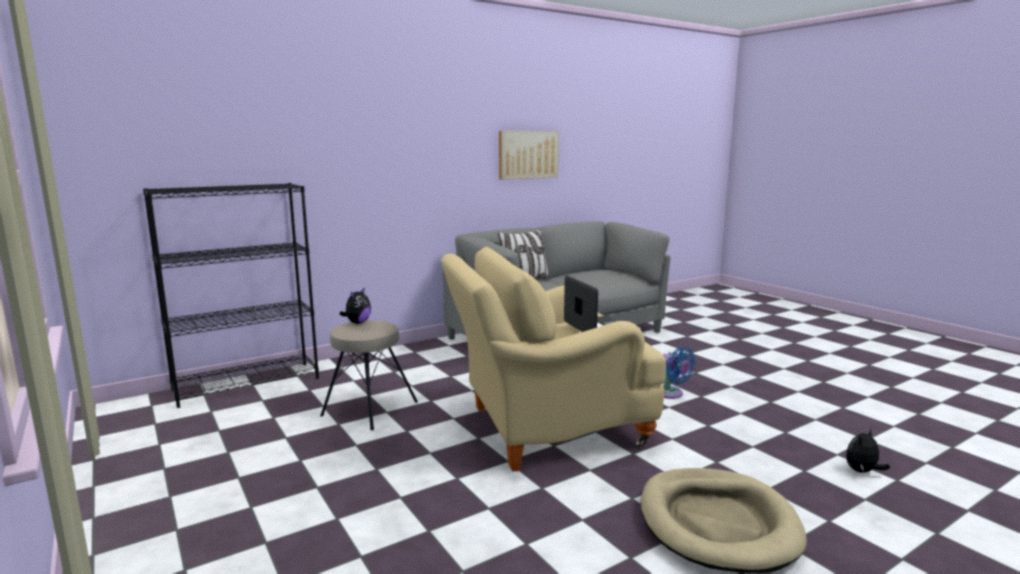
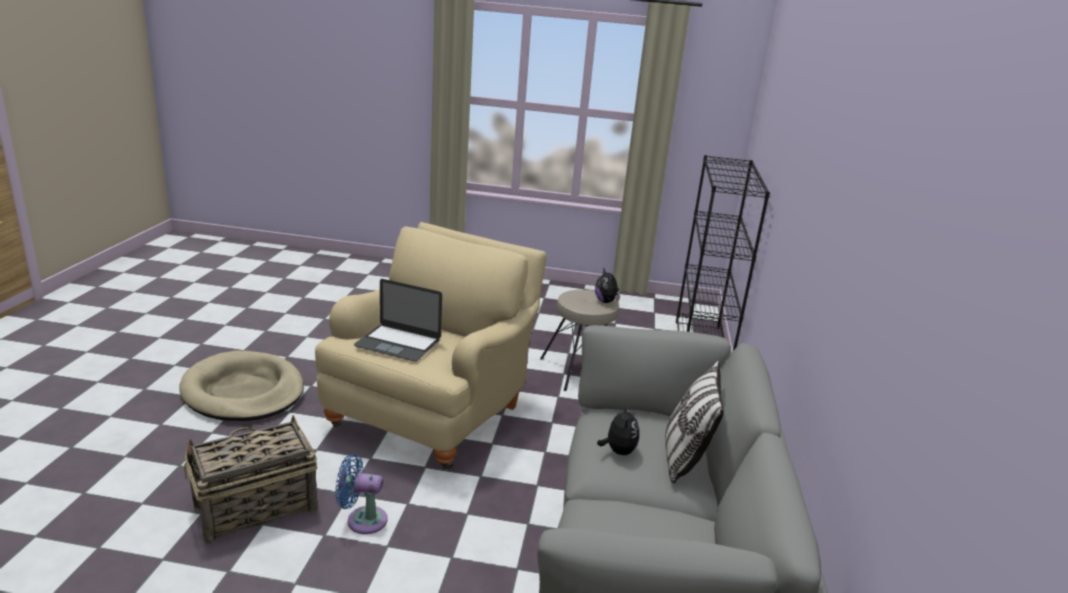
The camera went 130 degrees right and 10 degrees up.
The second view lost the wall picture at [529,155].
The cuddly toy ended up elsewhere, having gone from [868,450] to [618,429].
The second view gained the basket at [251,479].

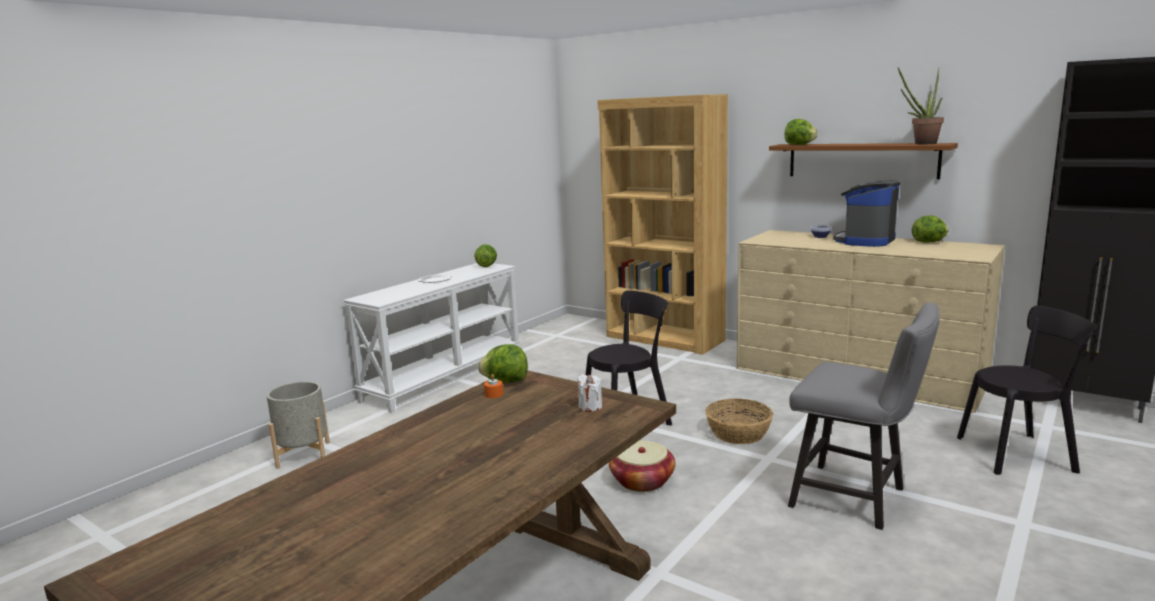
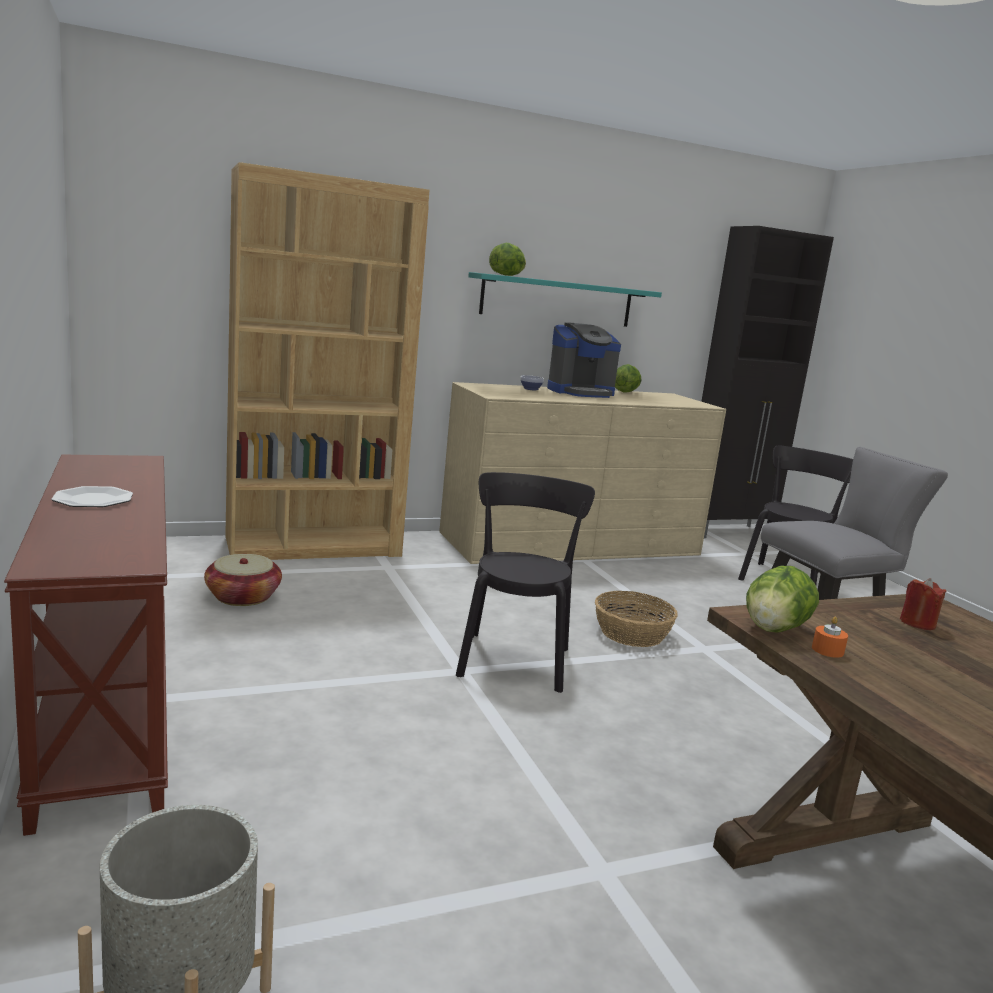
The camera went 60 degrees left and 0 degrees up.
What was the narrow table in white at [431,338] turned into the narrow table in brownish at [86,645].
The second view lost the lettuce at [485,255].
What was the wax candle in white at [589,393] turned into the wax candle in red-coloured at [923,604].
The basket ended up elsewhere, having gone from [642,466] to [243,580].
What was the bracket shelf in brownish at [863,161] turned into the bracket shelf in turquoise at [565,299].
The coffee machine at [867,214] ended up facing another way, 90 degrees counterclockwise from before.
The second view lost the potted plant at [921,105].

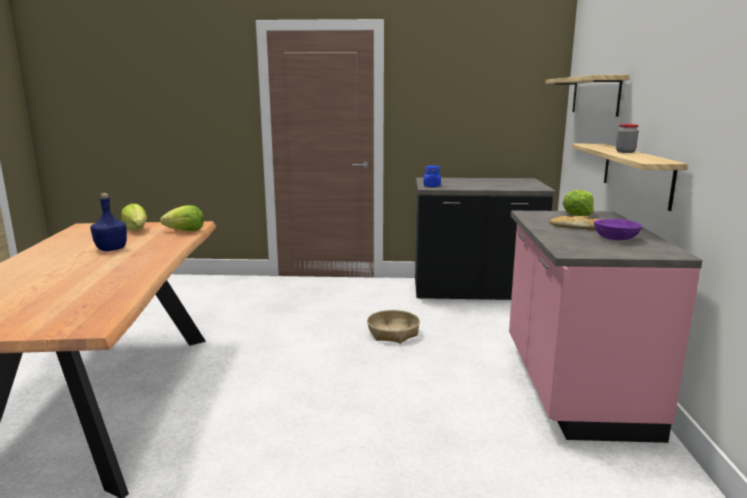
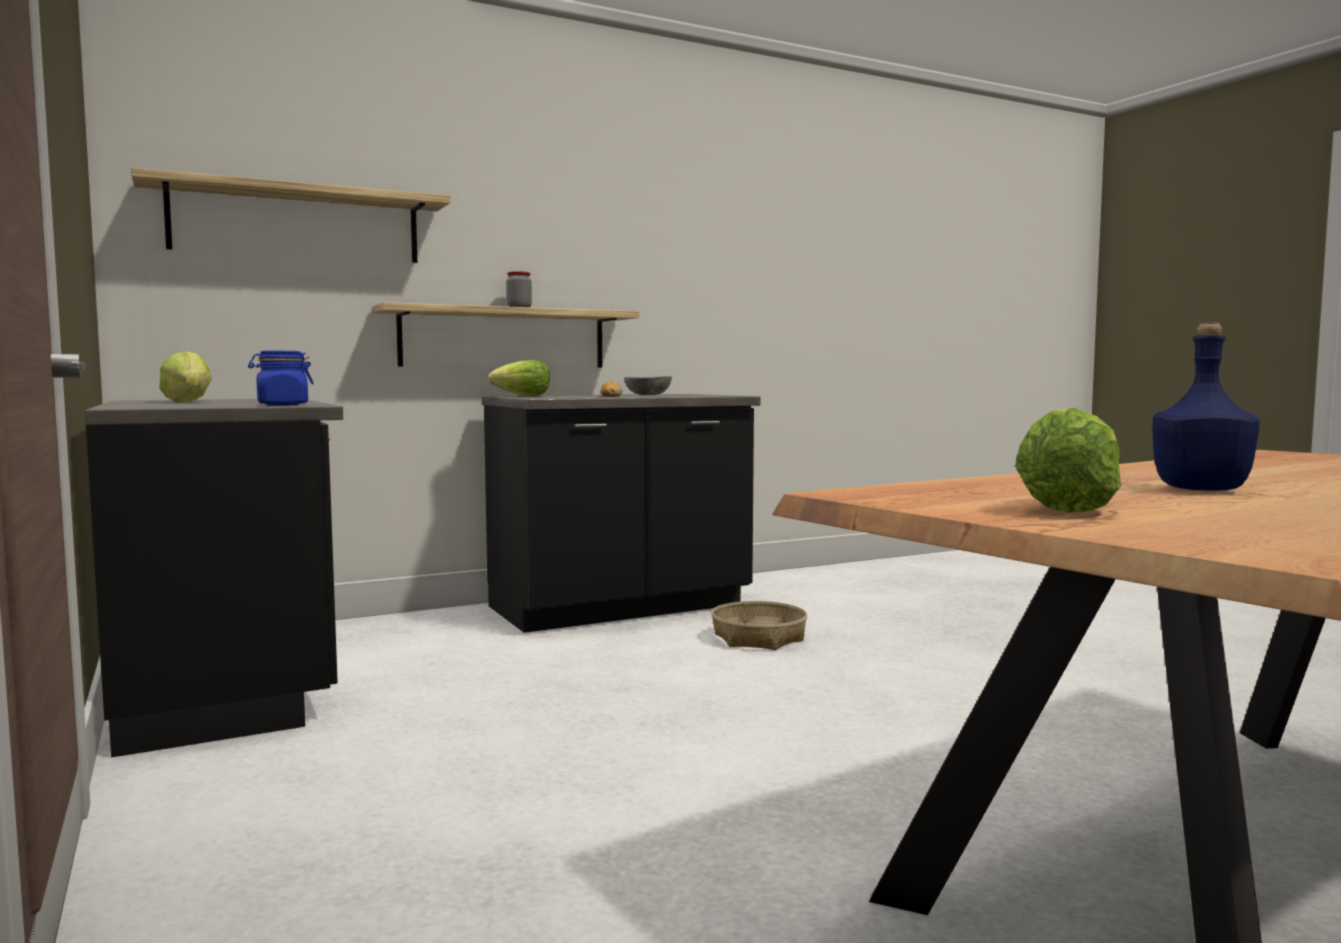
The camera went 120 degrees left and 10 degrees down.
The lettuce ended up elsewhere, having gone from [182,218] to [185,376].
The basket ended up elsewhere, having gone from [393,327] to [759,625].
What was the kitchen base unit in pink-coloured at [606,327] turned into the kitchen base unit in blackish at [621,513].
What was the serving bowl in purplish at [618,229] turned into the serving bowl in greyish at [648,385].

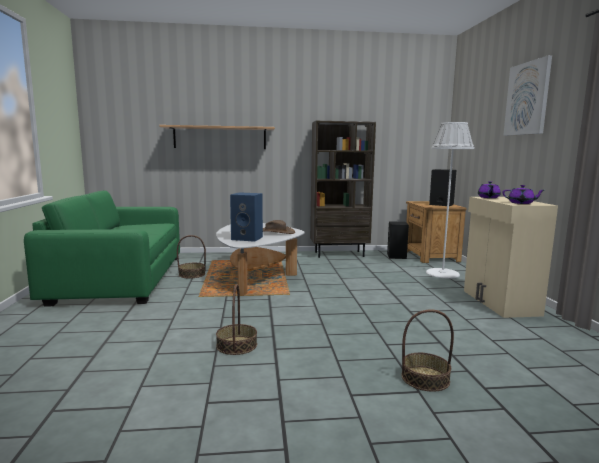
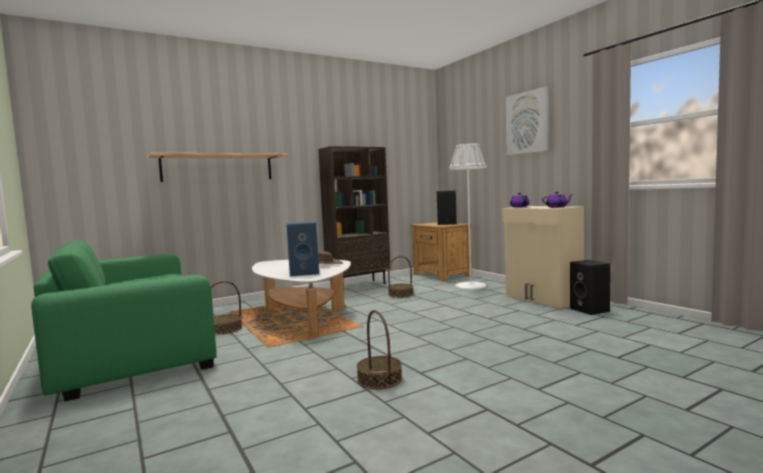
The camera went 25 degrees left and 5 degrees down.
The audio speaker in blackish ended up elsewhere, having gone from [398,240] to [590,287].
The basket ended up elsewhere, having gone from [427,350] to [400,277].

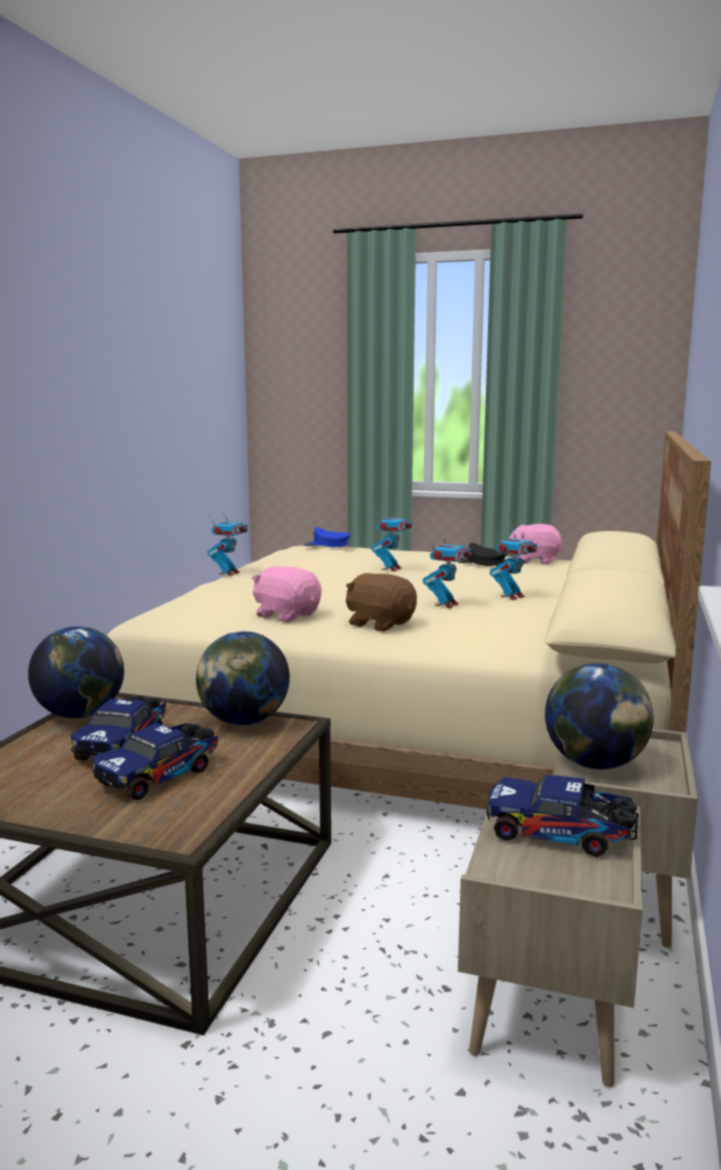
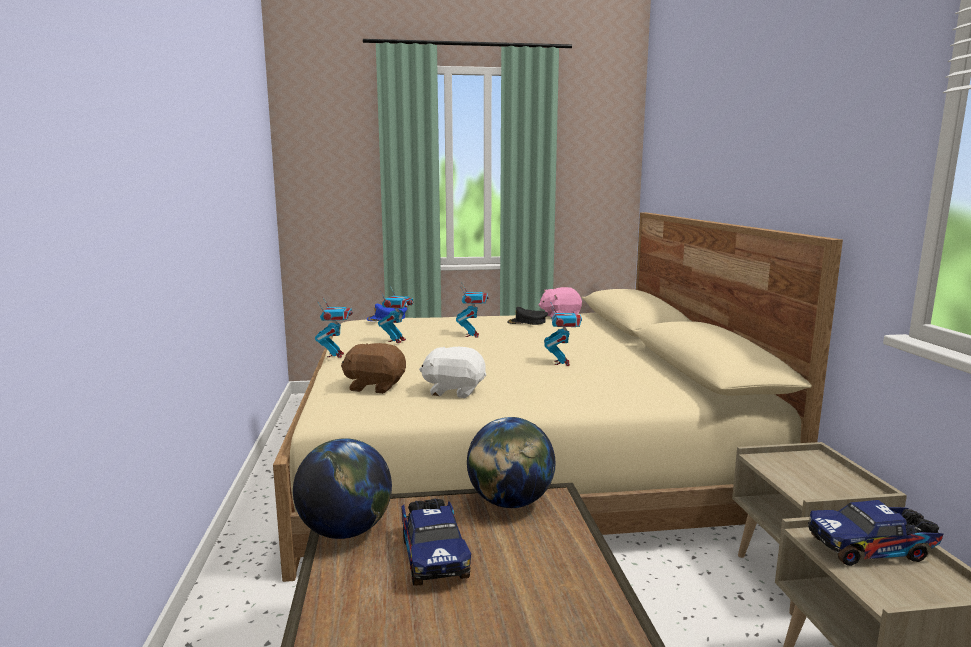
The camera went 25 degrees left and 0 degrees up.
The second view lost the toy truck at [155,761].
What was the cuddly toy in pink-coloured at [286,594] turned into the cuddly toy in white at [452,372].
The cuddly toy in brownish ended up elsewhere, having gone from [381,602] to [373,368].
The robot figure ended up elsewhere, having gone from [513,563] to [396,314].
The second view lost the globe at [599,716].

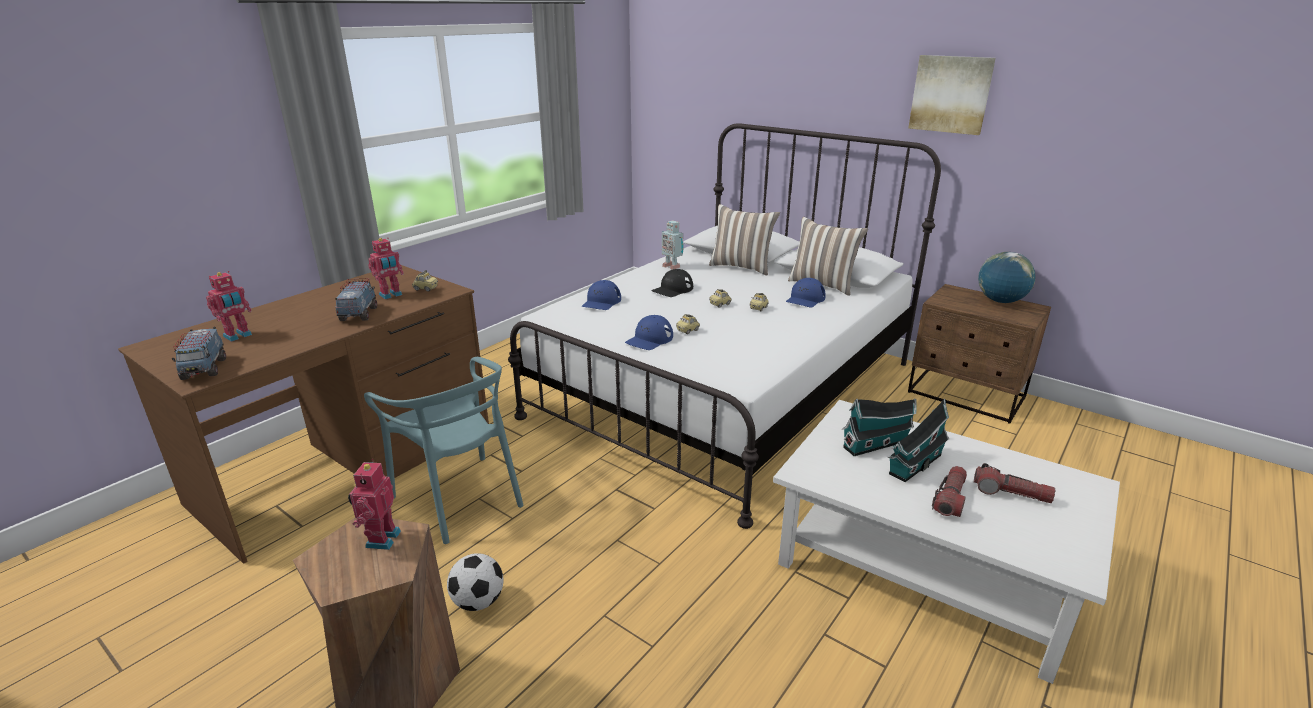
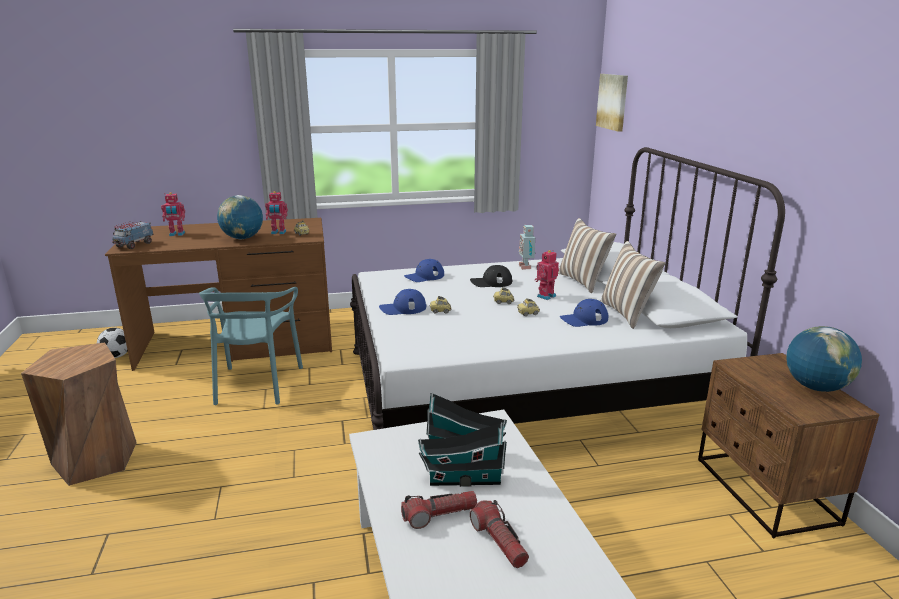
The camera went 40 degrees right and 5 degrees down.
Where the toy truck stood at [356,300], the globe came to stand at [240,217].
The robot figure ended up elsewhere, having gone from [374,504] to [547,275].
The football ended up elsewhere, having gone from [475,582] to [112,343].
The wall picture ended up elsewhere, having gone from [952,95] to [612,103].

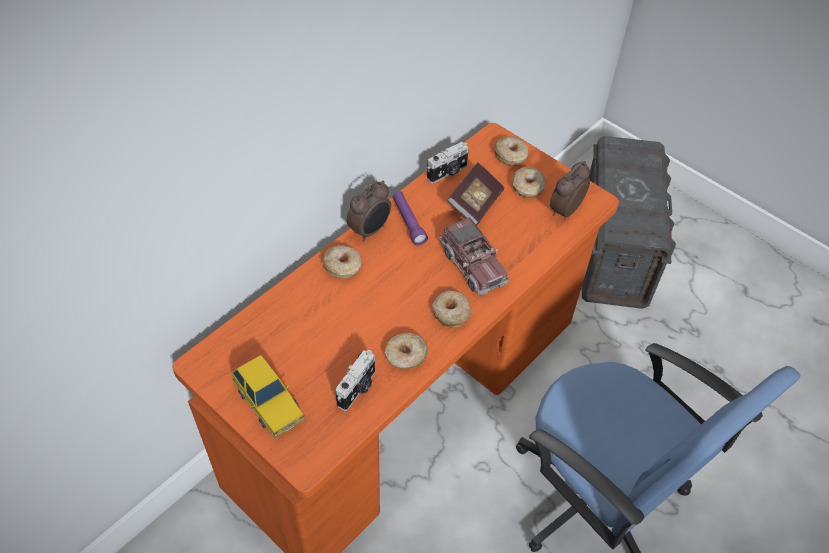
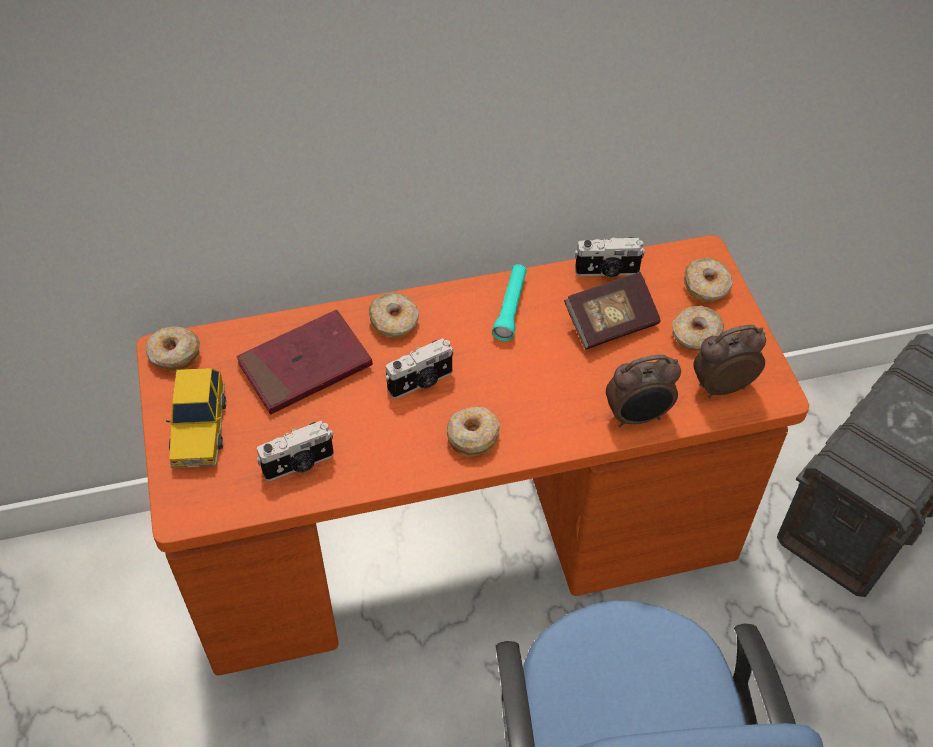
The camera went 35 degrees right and 0 degrees up.
The table clock ended up elsewhere, having gone from [369,211] to [643,391].
The doughnut ended up elsewhere, having gone from [406,351] to [173,348].
What was the torch in purplish at [410,218] turned into the torch in turquoise at [509,302].
The second view lost the toy truck at [474,256].
The second view gained the book in red-coloured at [304,362].
The second view gained the photo camera at [419,368].

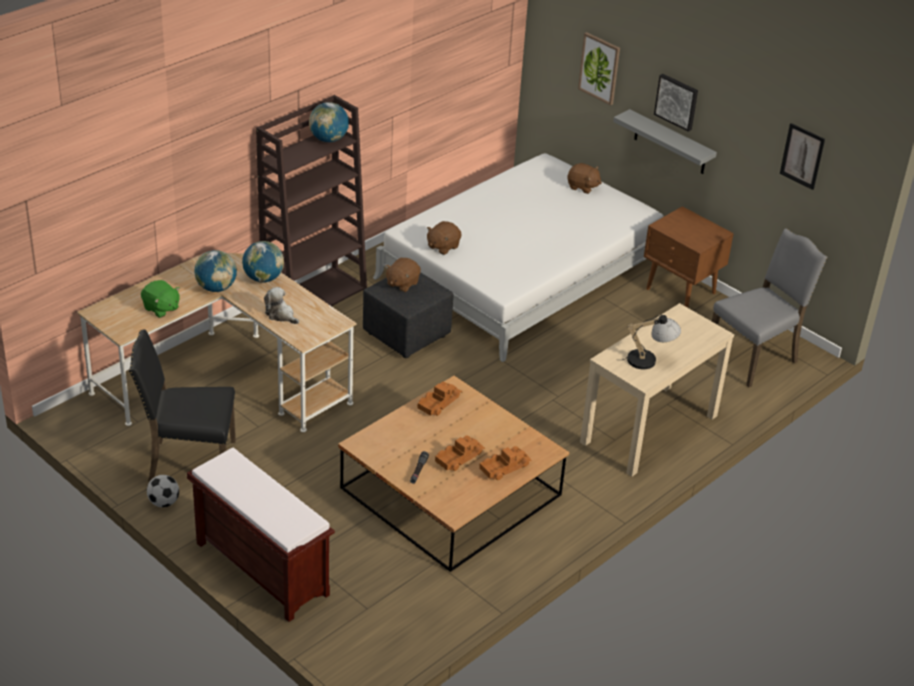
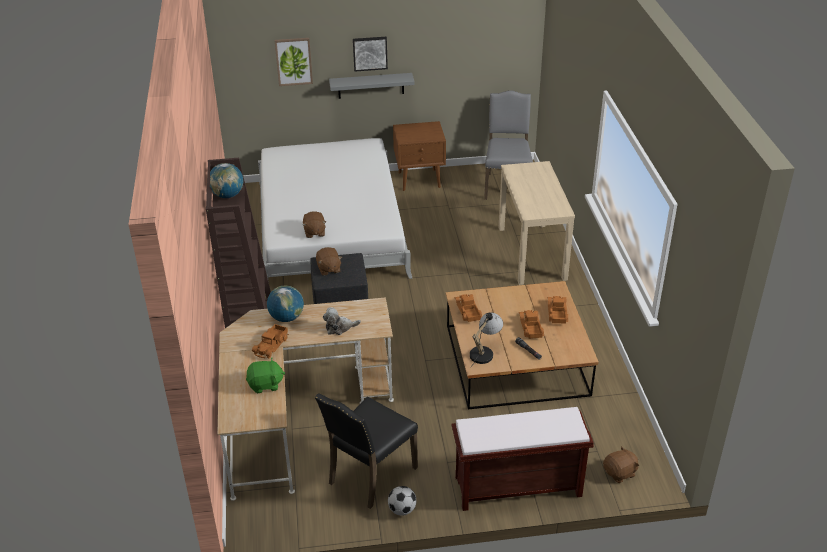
The camera went 50 degrees left and 0 degrees up.
Where the globe stood at [215,271], the toy truck came to stand at [270,341].
The cuddly toy in brownish ended up elsewhere, having gone from [584,178] to [621,464].
The lamp for a table ended up elsewhere, having gone from [652,341] to [486,340].
The second view lost the wall picture at [802,156].

